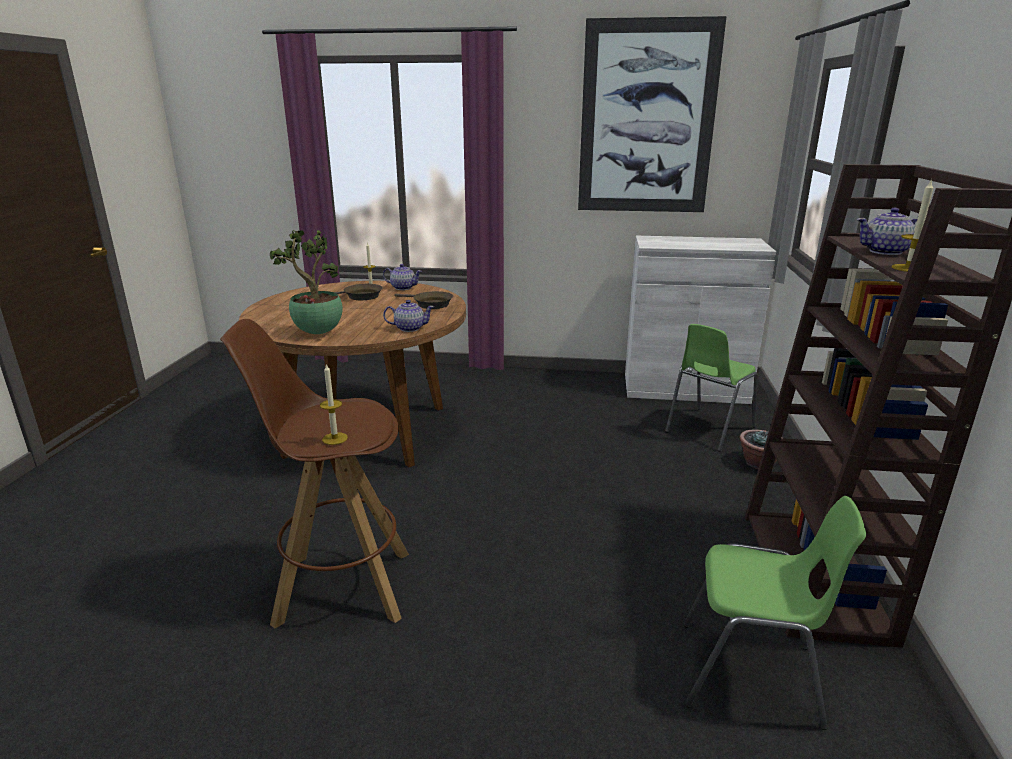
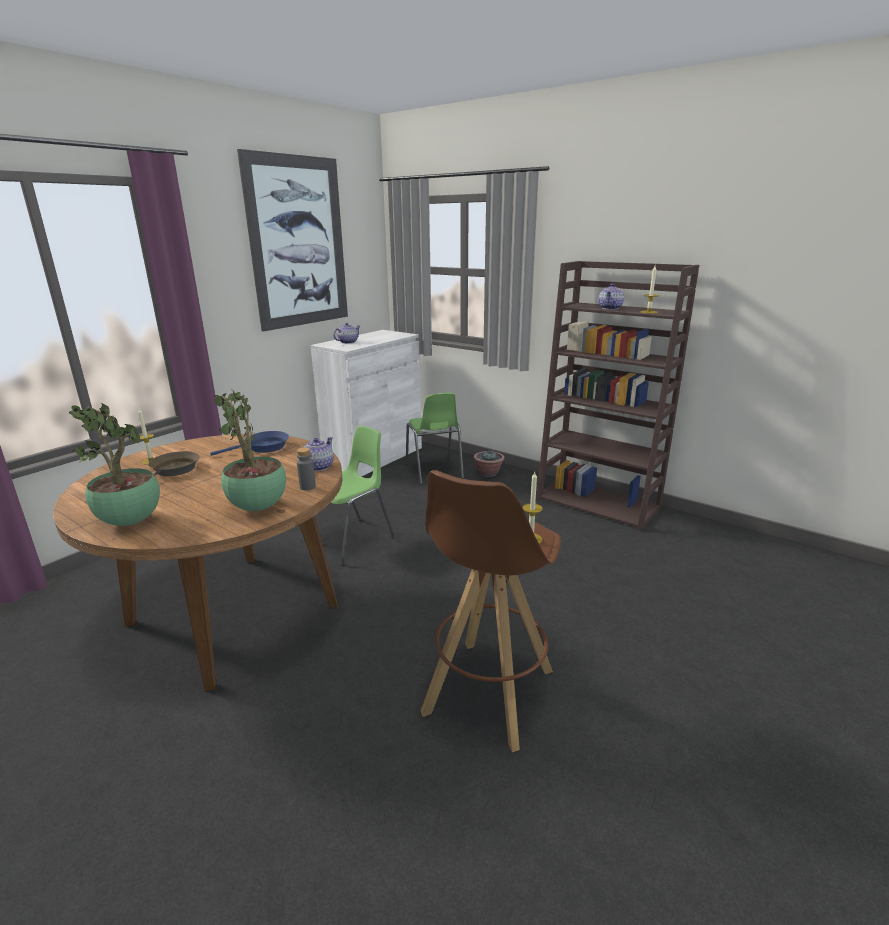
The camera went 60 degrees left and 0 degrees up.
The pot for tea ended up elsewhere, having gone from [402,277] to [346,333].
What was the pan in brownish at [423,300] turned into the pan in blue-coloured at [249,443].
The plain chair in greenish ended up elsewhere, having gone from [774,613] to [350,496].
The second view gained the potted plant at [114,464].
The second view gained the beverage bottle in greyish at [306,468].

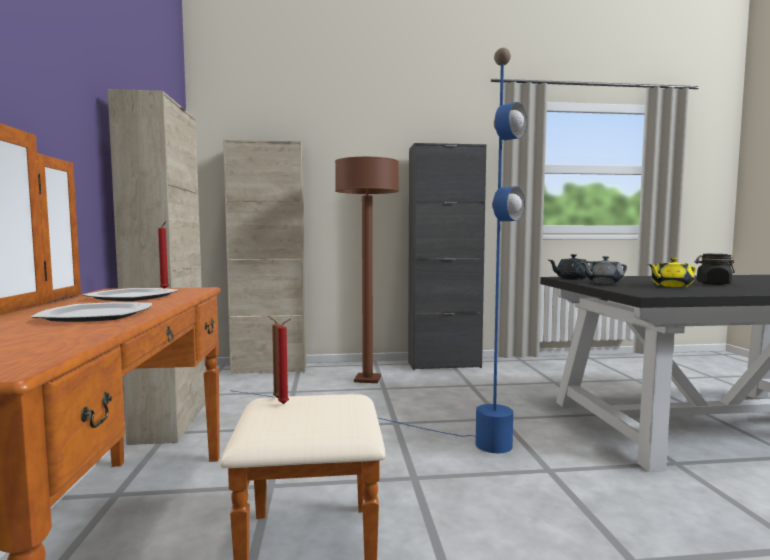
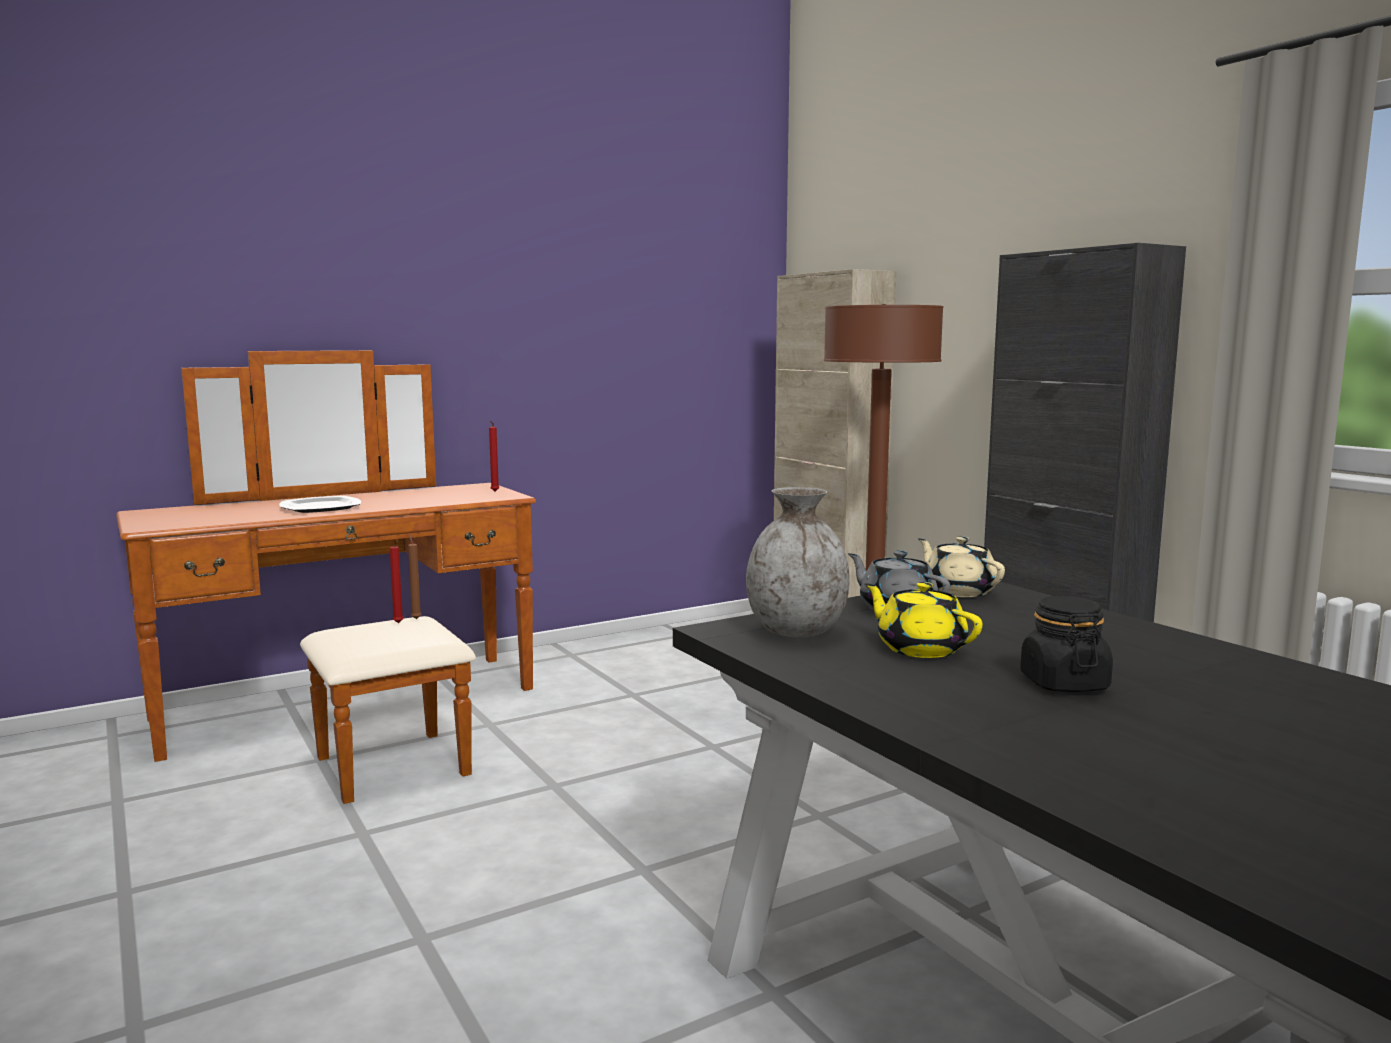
The camera went 65 degrees right and 5 degrees up.
The second view lost the flat dish at [131,294].
The second view lost the storage cabinet in sand-coloured at [156,267].
The second view lost the standard lamp in blue-coloured at [380,250].
What was the pot for tea in blackish at [570,267] turned into the pot for tea in sand-coloured at [961,566].
The second view gained the flower vase in greyish at [798,562].

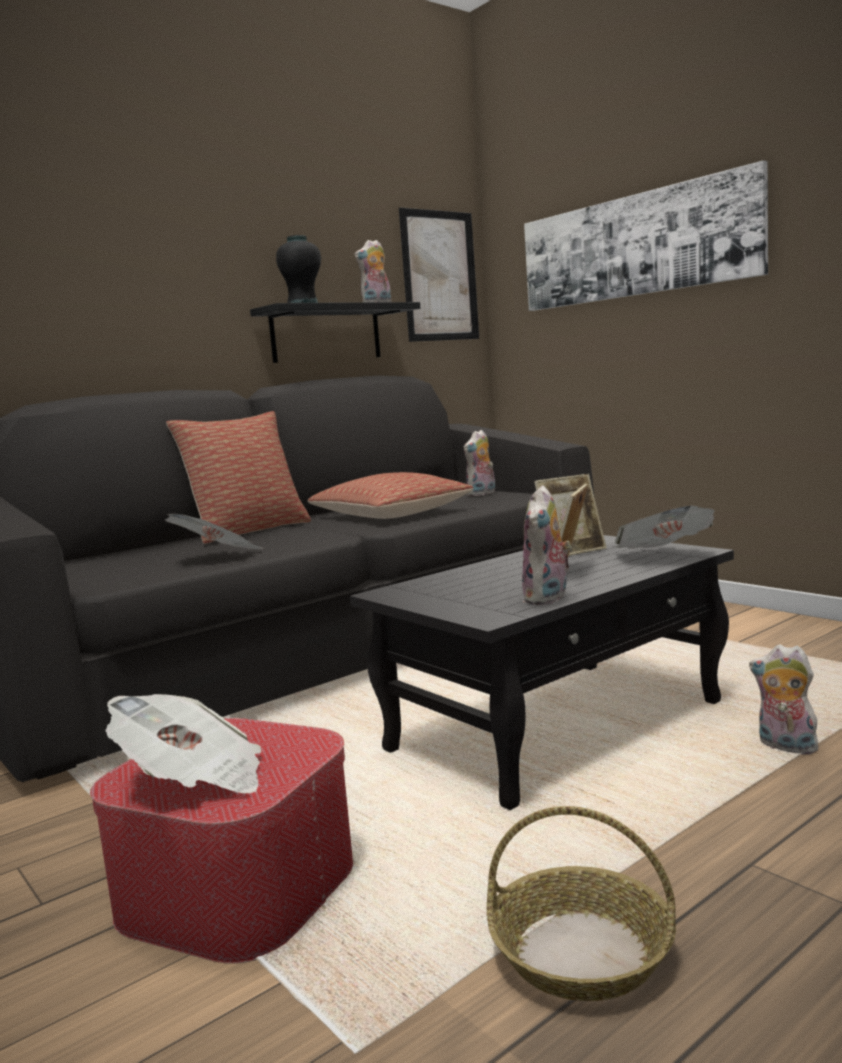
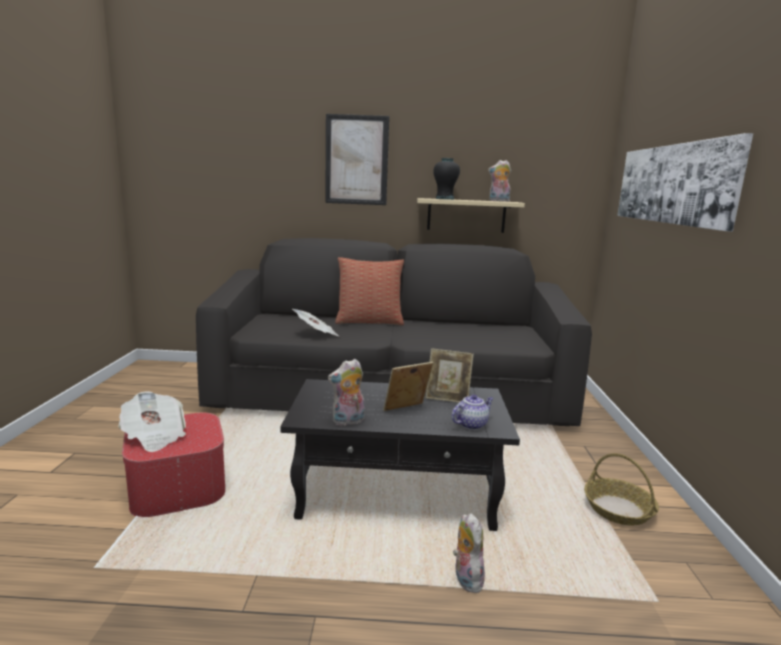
The camera went 40 degrees right and 5 degrees up.
What was the bracket shelf in blackish at [335,332] turned into the bracket shelf in sand-coloured at [471,215].
The second view lost the pillow at [390,495].
The wall picture ended up elsewhere, having gone from [439,274] to [357,159].
The second view lost the cuddly toy at [479,463].
The basket ended up elsewhere, having gone from [581,903] to [621,489].
Where the daily paper stood at [665,527], the pot for tea came to stand at [472,412].

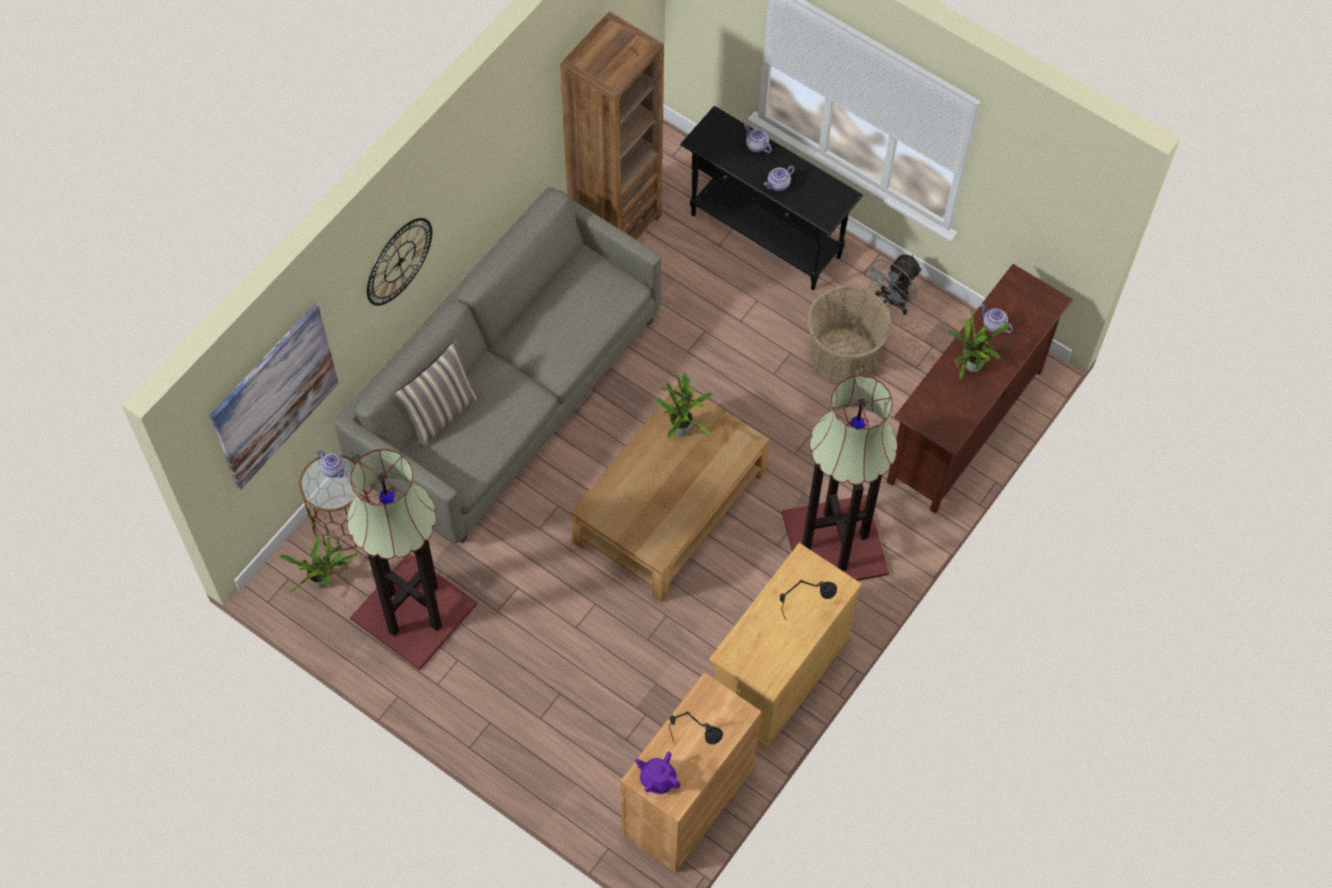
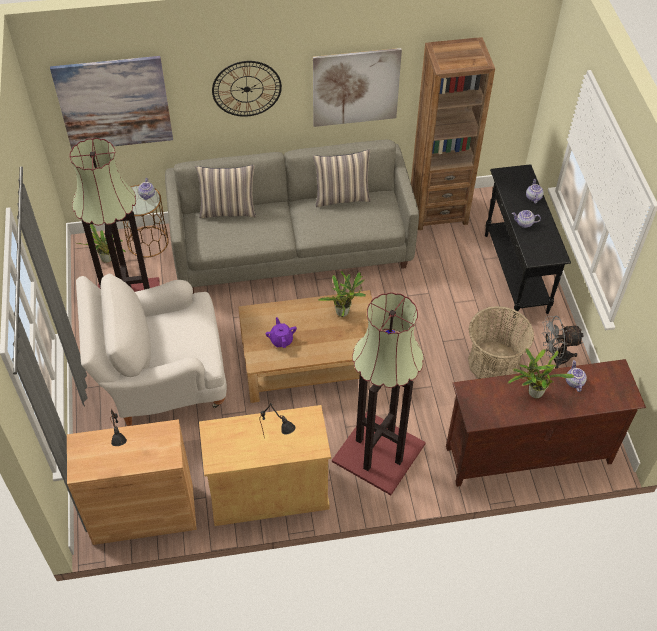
The camera went 45 degrees right and 10 degrees down.
The pot for tea in purplish ended up elsewhere, having gone from [658,773] to [281,332].
The second view gained the easy chair in white at [151,350].
The second view gained the wall picture at [357,87].
The second view gained the pillow at [342,178].

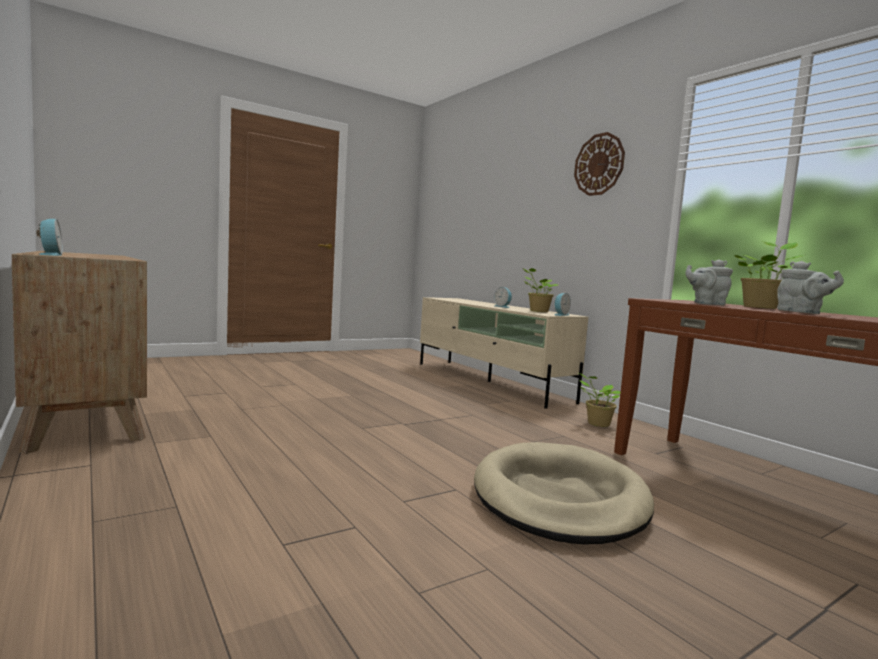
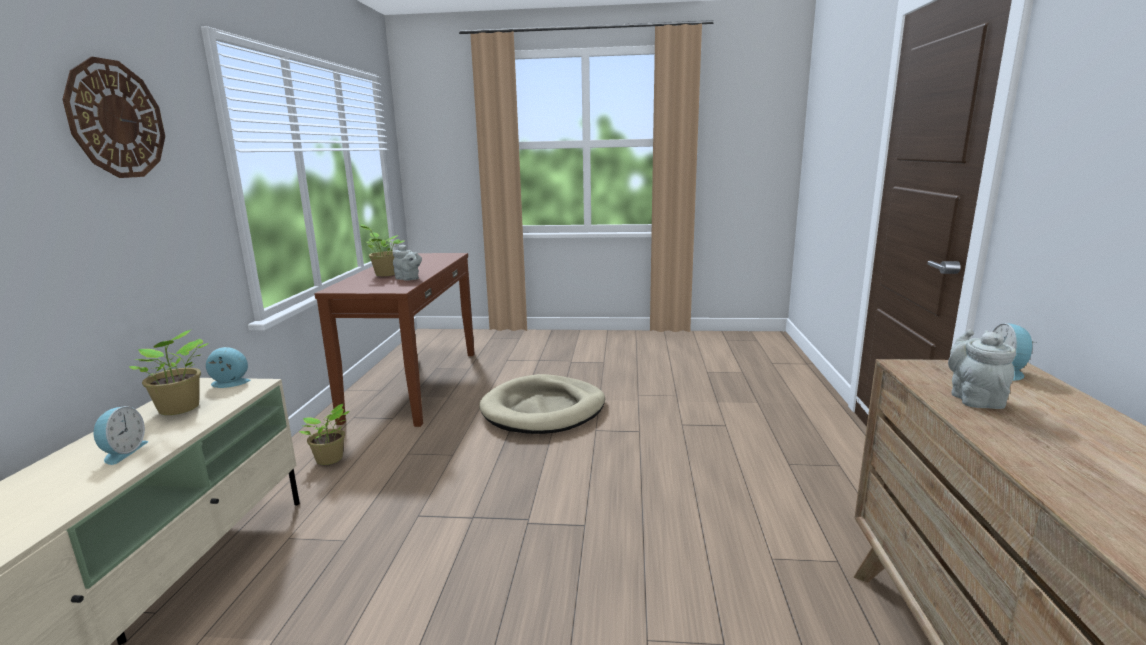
The camera went 140 degrees left and 10 degrees up.
The pot for tea in greyish ended up elsewhere, having gone from [810,287] to [982,369].

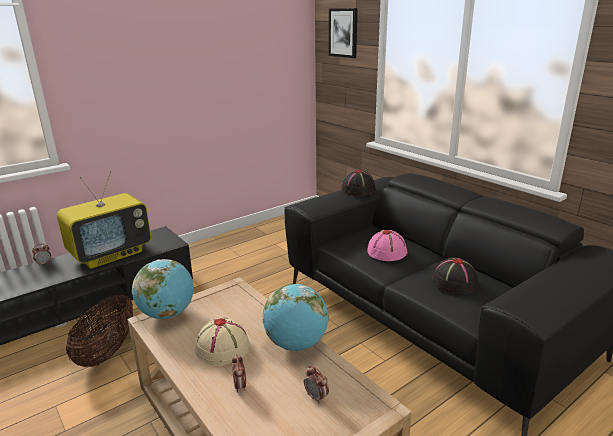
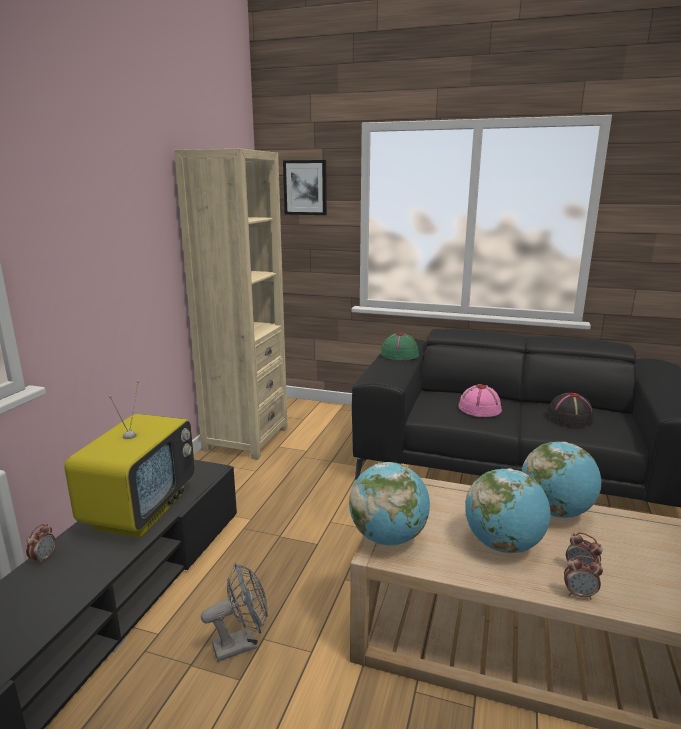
The camera went 35 degrees left and 5 degrees down.
Where the basket stood at [99,331], the cooling fan in greyish came to stand at [234,612].
Where the hat in sand-coloured stood at [222,341], the globe came to stand at [508,510].
The table clock ended up elsewhere, having gone from [316,385] to [583,577].
What was the hat in blackish at [358,183] turned into the hat in greenish at [400,346].
The second view gained the shelving unit in sand-coloured at [231,304].

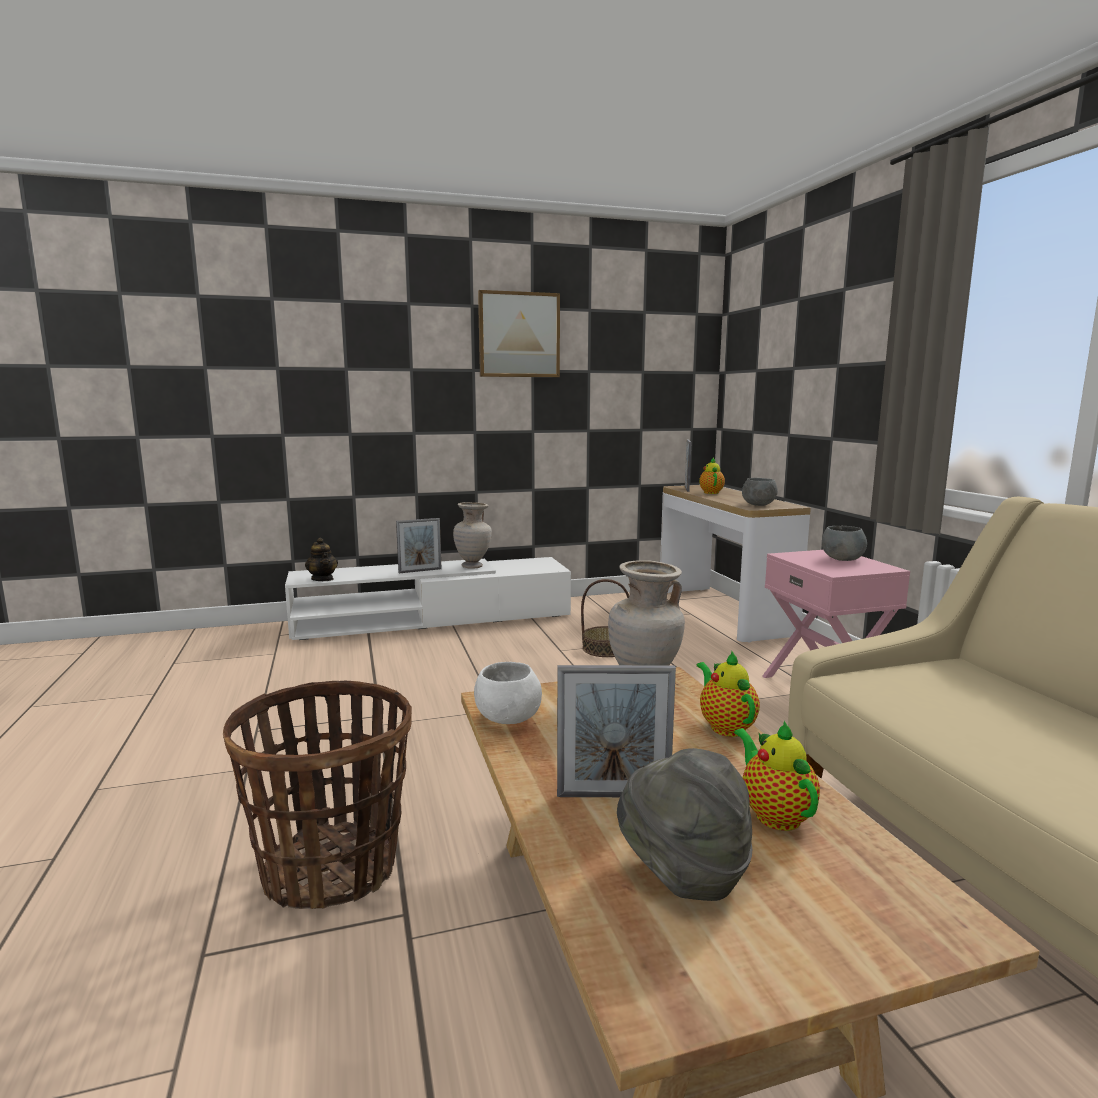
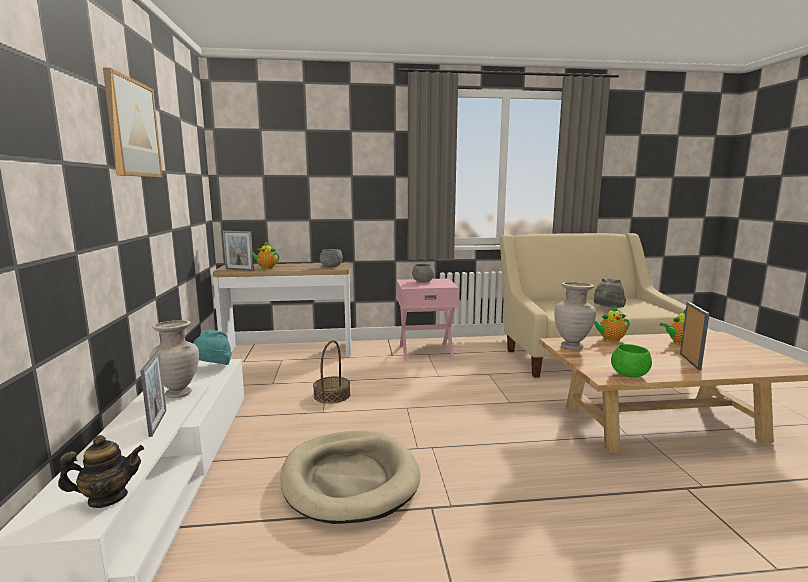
The camera went 80 degrees left and 0 degrees up.
The second view lost the basket at [317,795].
What was the serving bowl in white at [508,693] turned into the serving bowl in greenish at [631,361].
The hat in greyish ended up elsewhere, having gone from [684,824] to [610,293].
The second view gained the hat in turquoise at [212,347].
The second view gained the pet bed in sand-coloured at [350,477].

